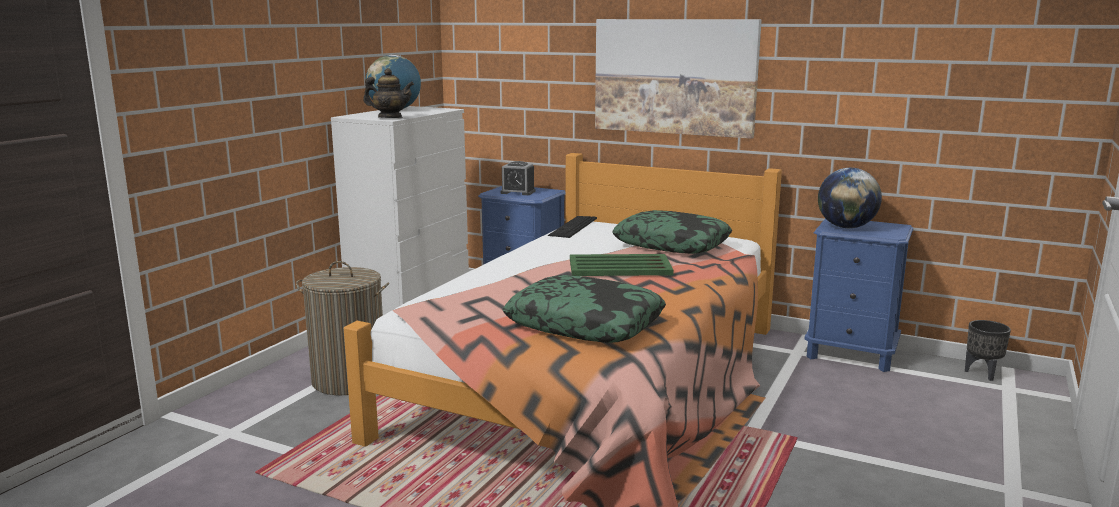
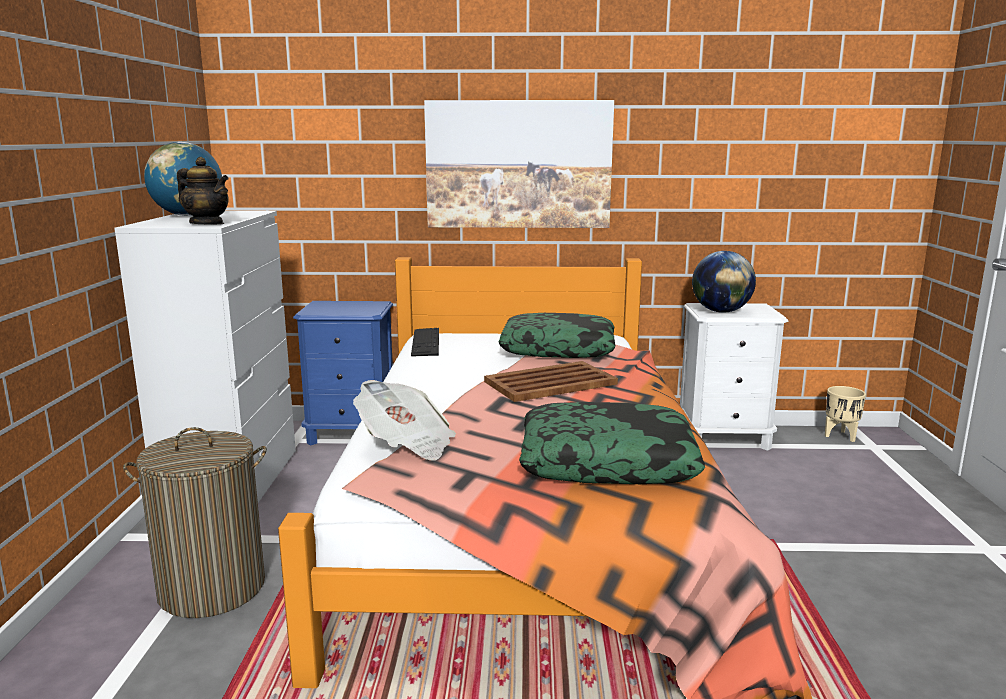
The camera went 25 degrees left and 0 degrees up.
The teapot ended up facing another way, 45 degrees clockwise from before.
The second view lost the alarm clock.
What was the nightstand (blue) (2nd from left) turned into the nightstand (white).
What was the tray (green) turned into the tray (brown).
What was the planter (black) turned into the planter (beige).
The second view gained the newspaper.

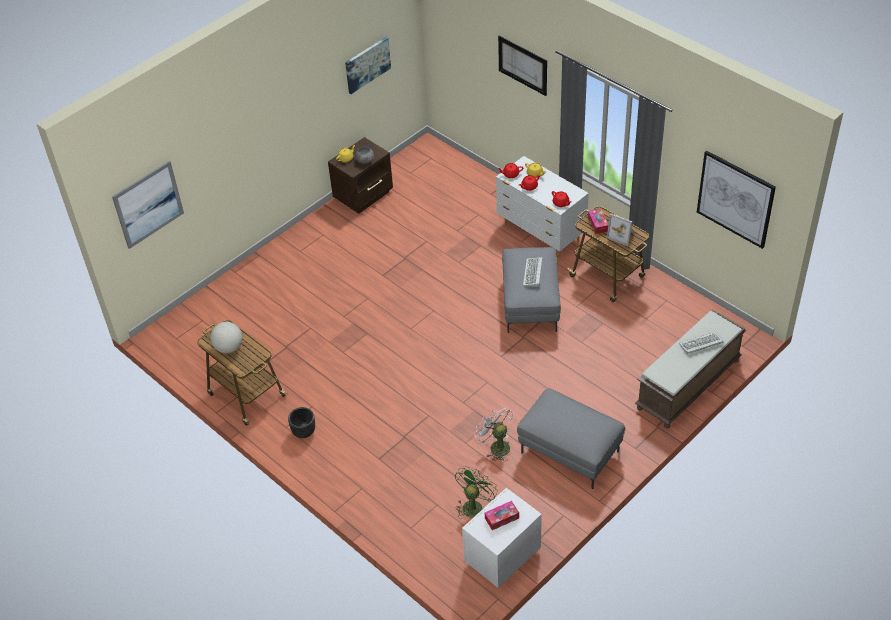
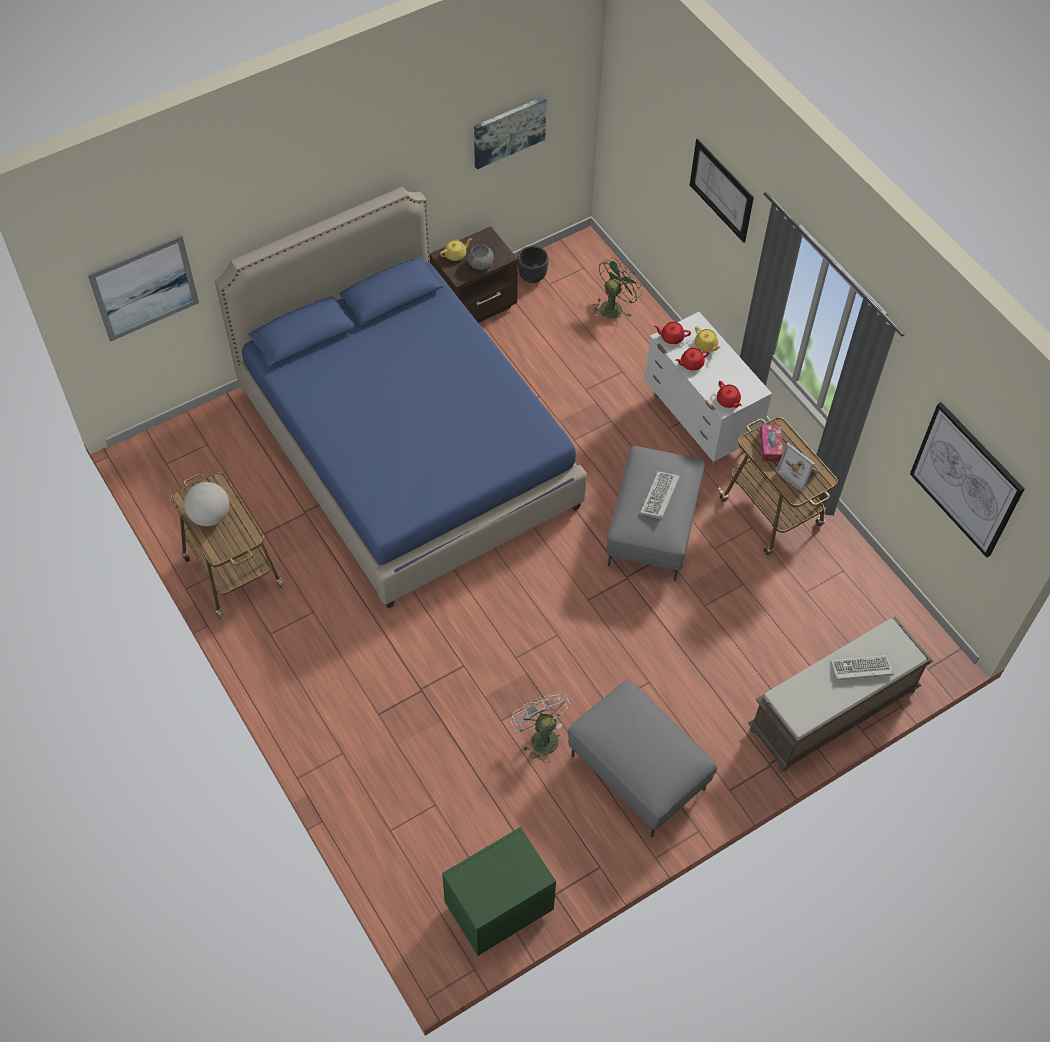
The camera went 10 degrees right and 10 degrees up.
The planter (black) ended up elsewhere.
The fan (green) ended up elsewhere.
What was the nightstand (white) turned into the nightstand (green).
The second view lost the tissue box (1st from left).
The second view gained the bed (blue).

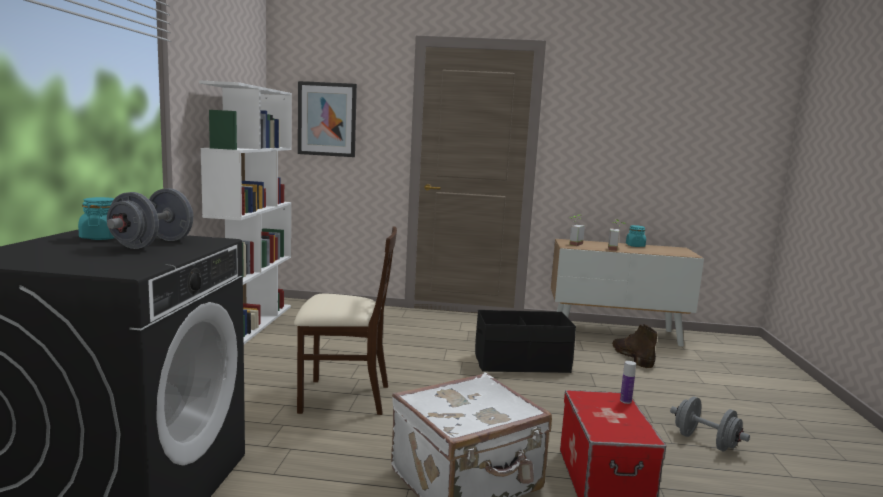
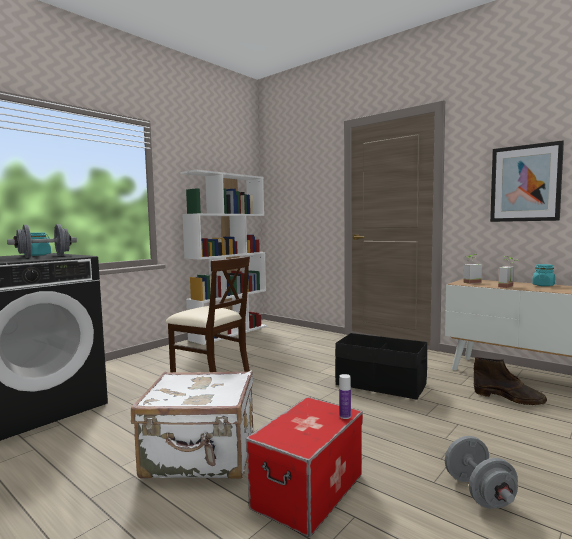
The camera went 35 degrees right and 5 degrees down.
The picture ended up elsewhere.
The boot (brown) ended up facing another way, 105 degrees clockwise from before.

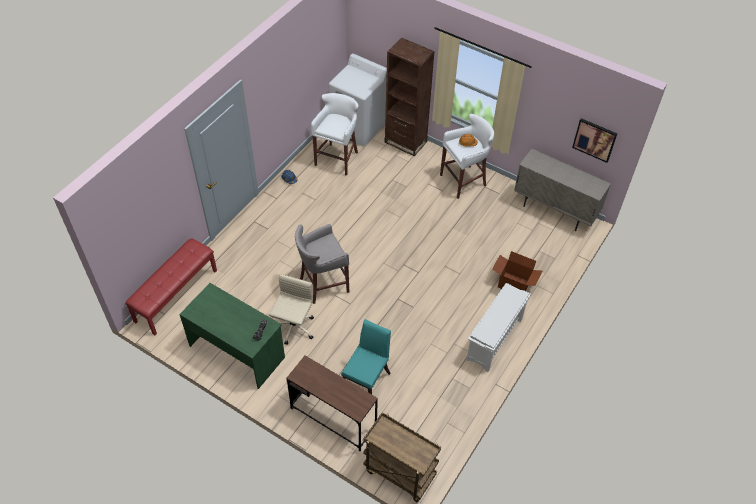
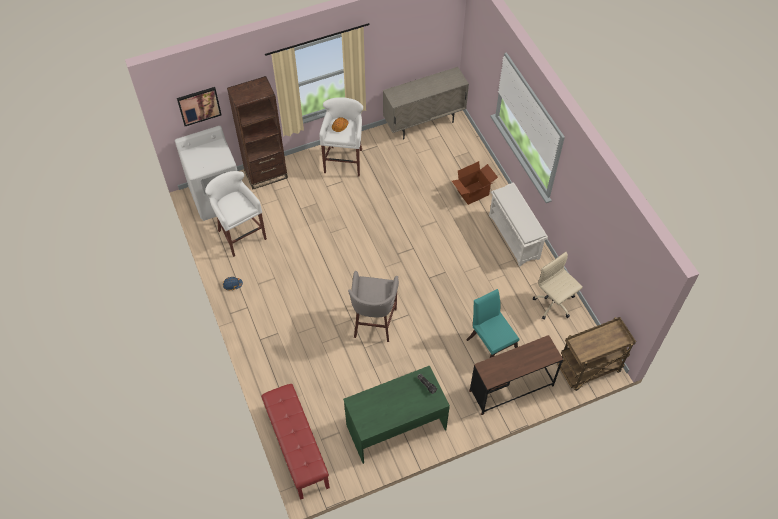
The camera went 55 degrees left and 5 degrees up.
The picture ended up elsewhere.
The office chair (beige) ended up elsewhere.

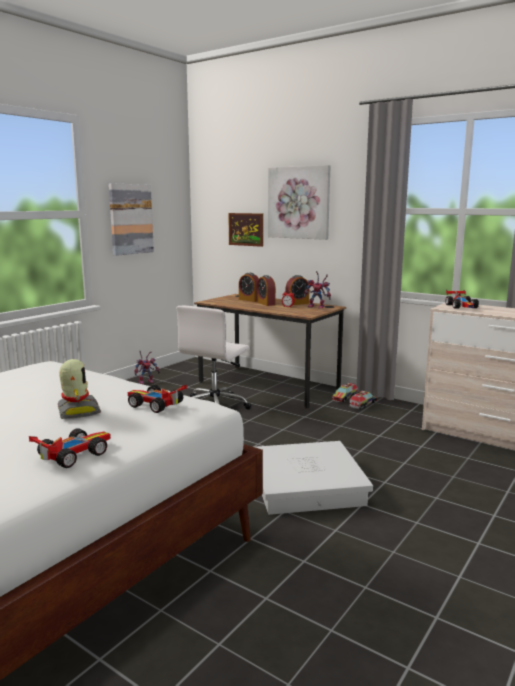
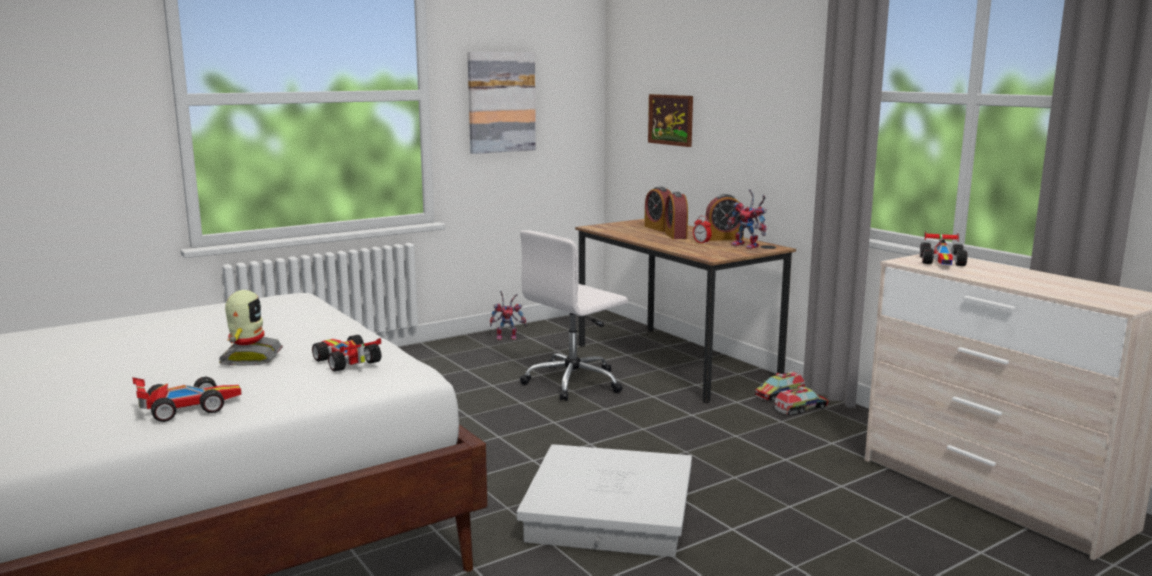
The camera went 20 degrees right and 0 degrees up.
The second view lost the picture (3rd from left).

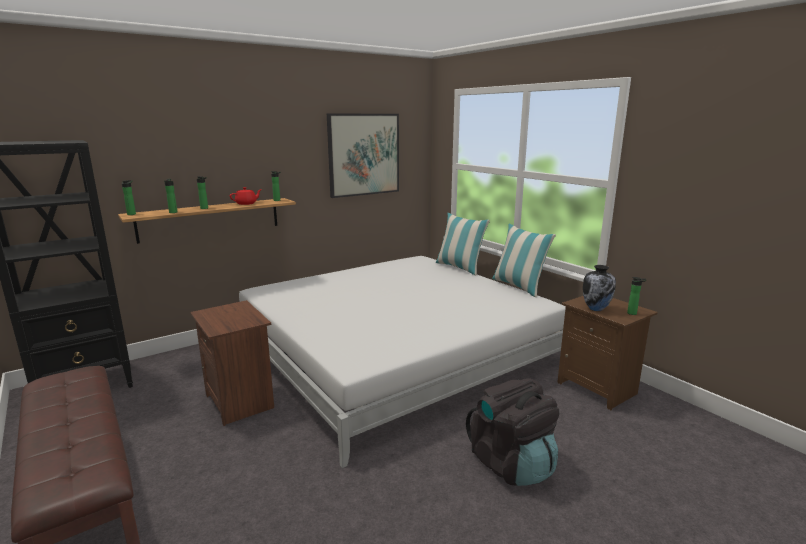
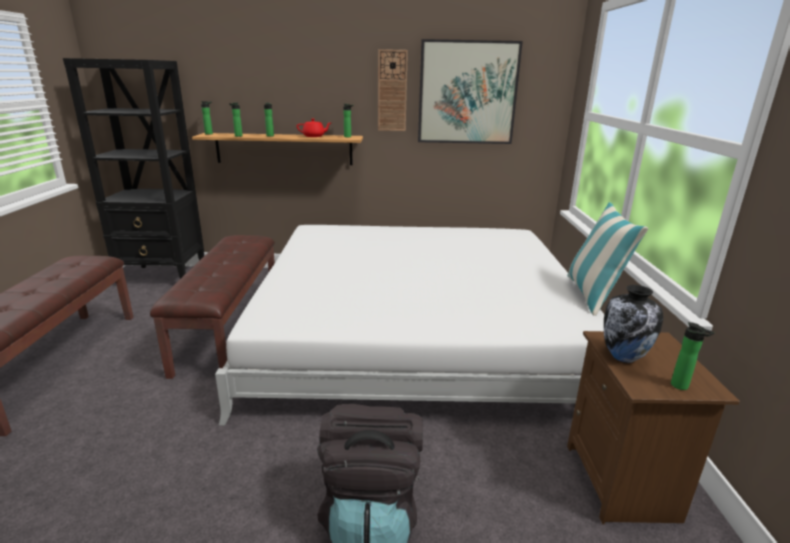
The camera went 35 degrees right and 5 degrees up.
The second view lost the pillow (1st from left).
Where the nightstand (brown) (1st from left) stood, the bench (brown) (2nd from left) came to stand.
The second view gained the wall clock.

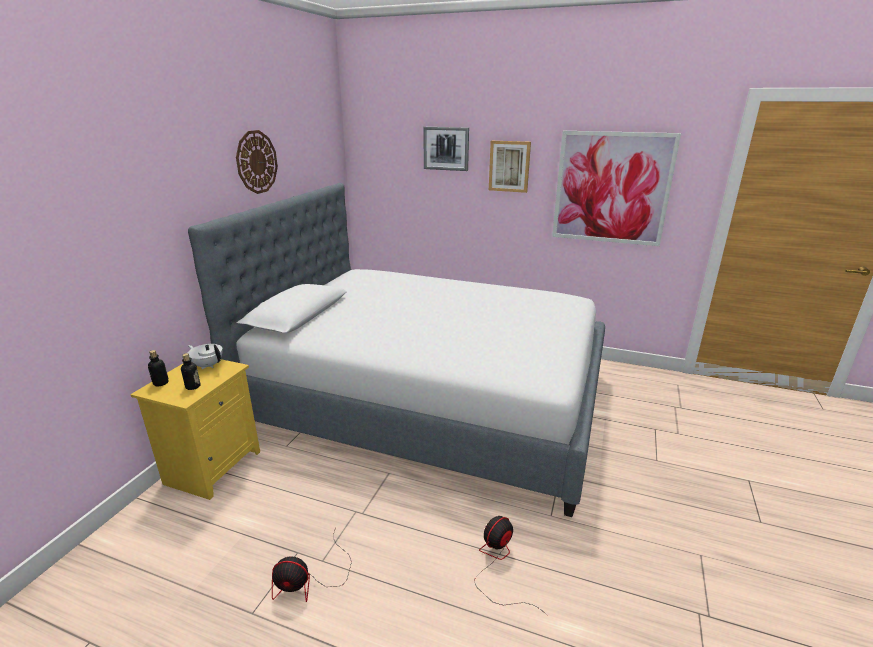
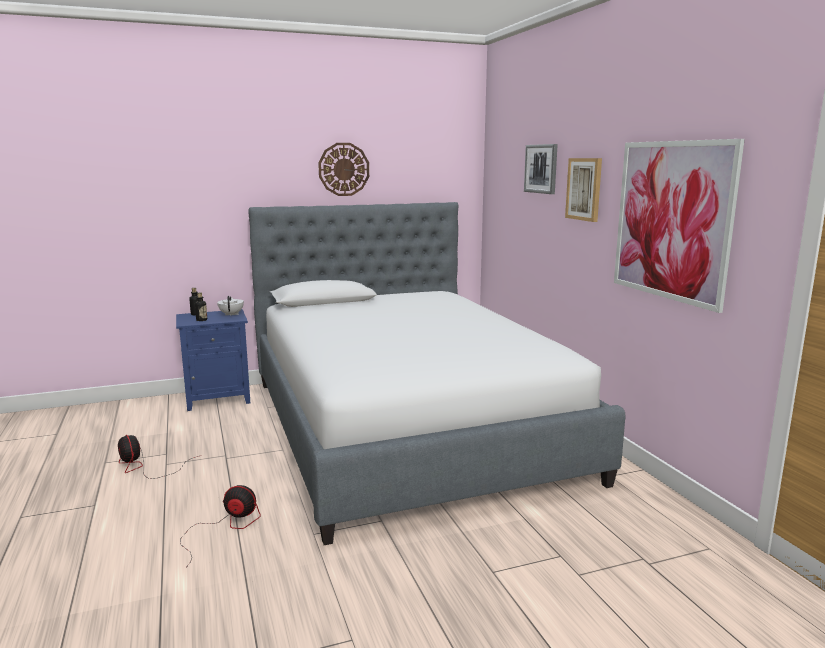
The camera went 50 degrees right and 10 degrees down.
What was the nightstand (yellow) turned into the nightstand (blue).

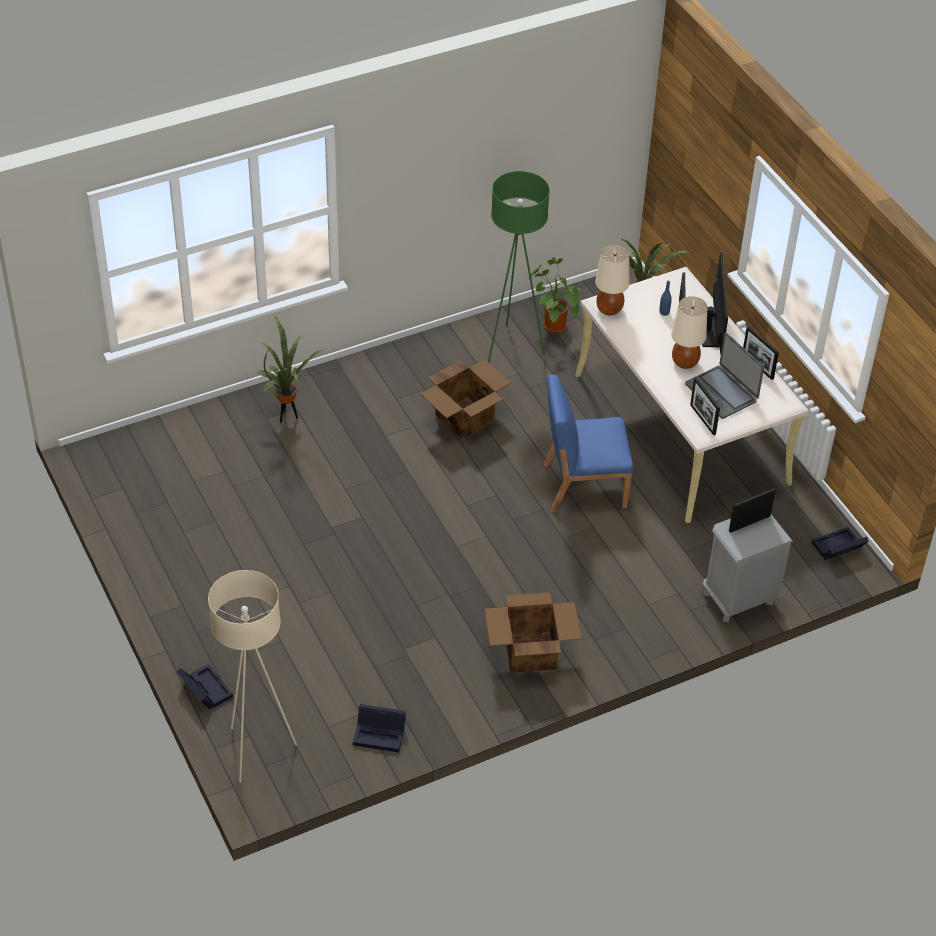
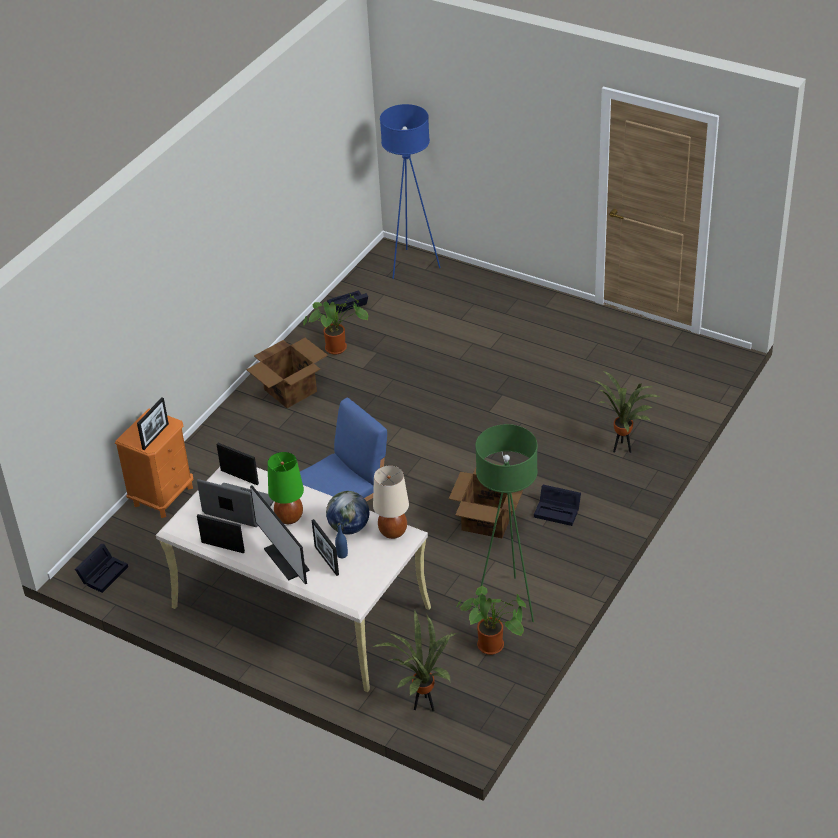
The camera went 150 degrees right and 5 degrees down.
What was the table lamp (beige) (2nd from left) turned into the table lamp (green).
What was the nightstand (grey) turned into the nightstand (orange).
What was the floor lamp (beige) turned into the floor lamp (blue).
The storage box (black) (1st from left in the first image) ended up elsewhere.
The second view gained the potted plant (1st from left).
The second view gained the globe.

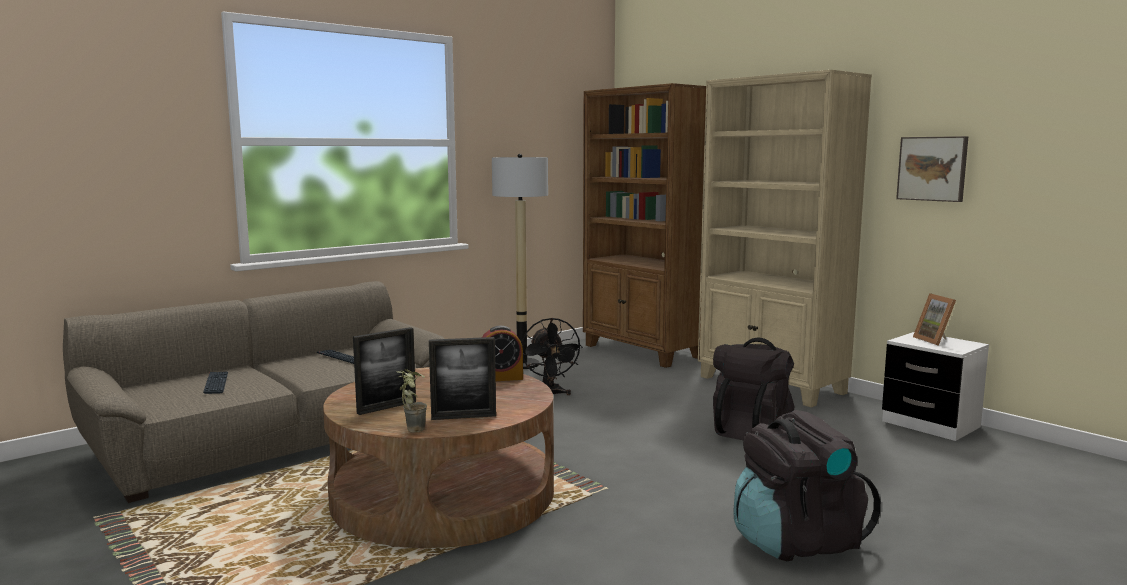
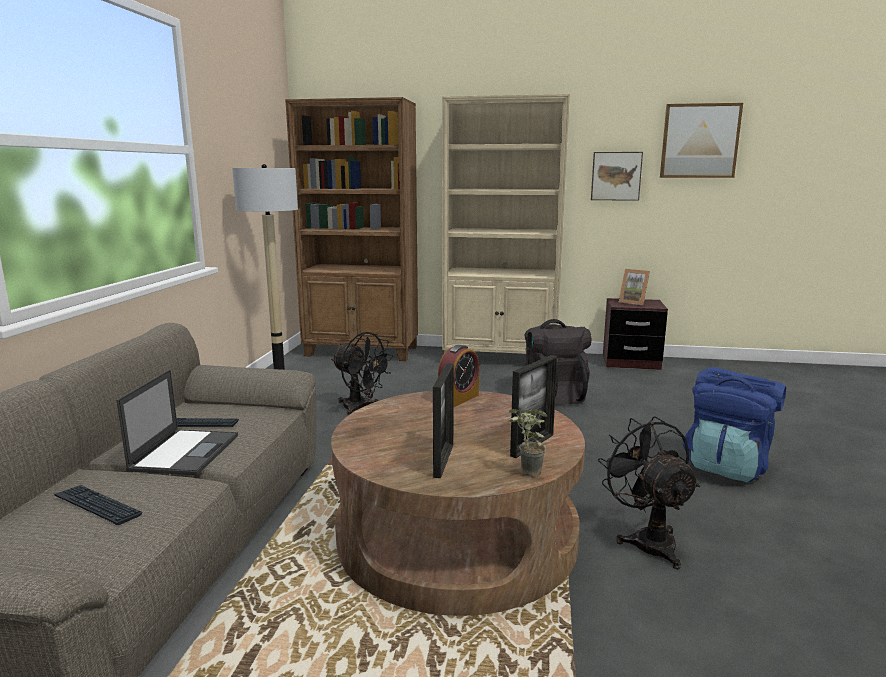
The camera went 40 degrees left and 5 degrees up.
What was the nightstand (white) turned into the nightstand (brown).
What was the backpack (black) (2nd from left) turned into the backpack (blue).
The second view gained the picture (2nd from left).
The second view gained the laptop.
The second view gained the fan (black) (2nd from left).

